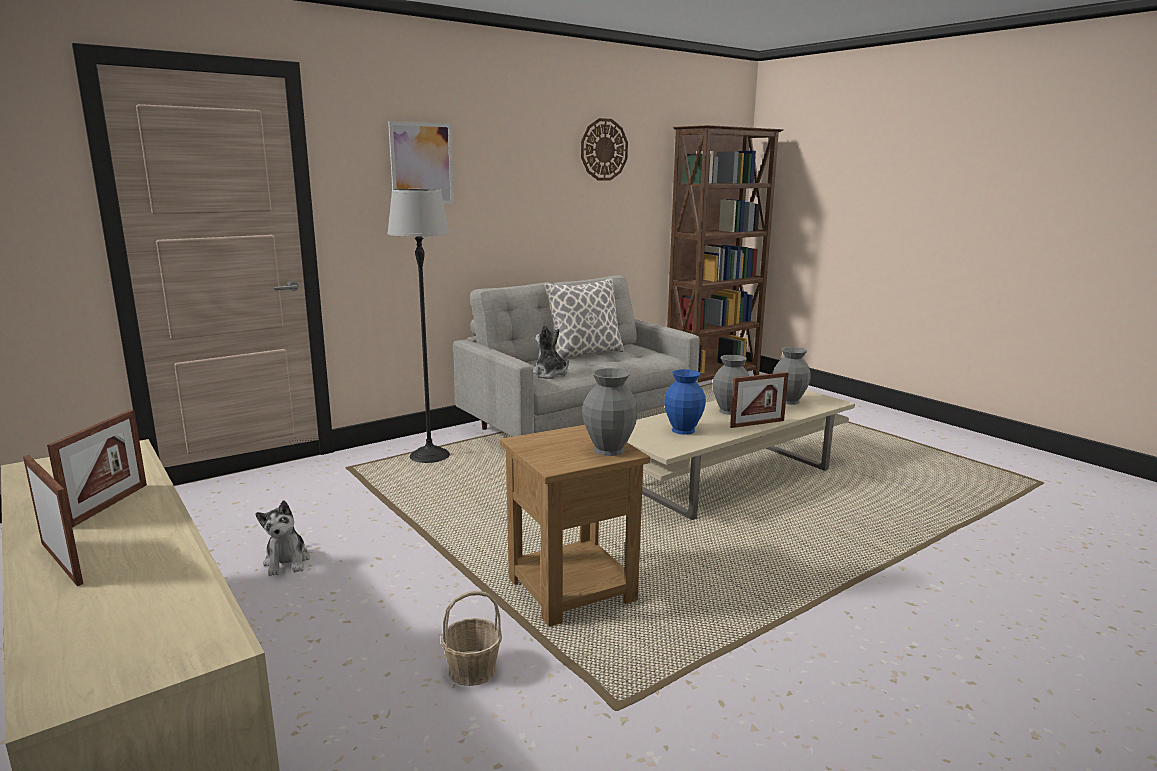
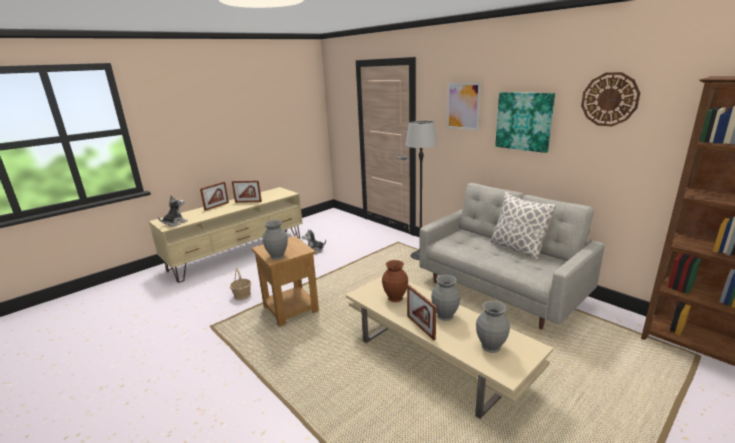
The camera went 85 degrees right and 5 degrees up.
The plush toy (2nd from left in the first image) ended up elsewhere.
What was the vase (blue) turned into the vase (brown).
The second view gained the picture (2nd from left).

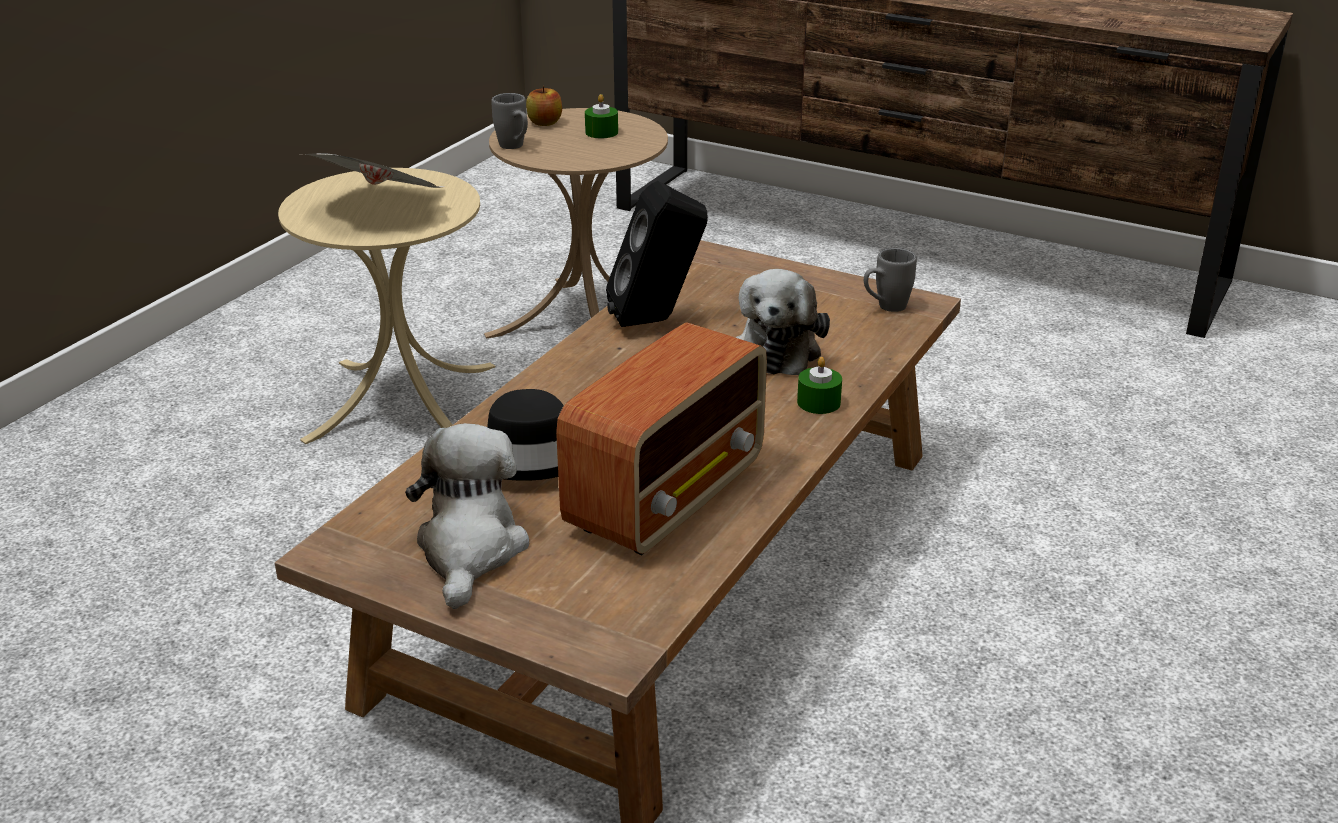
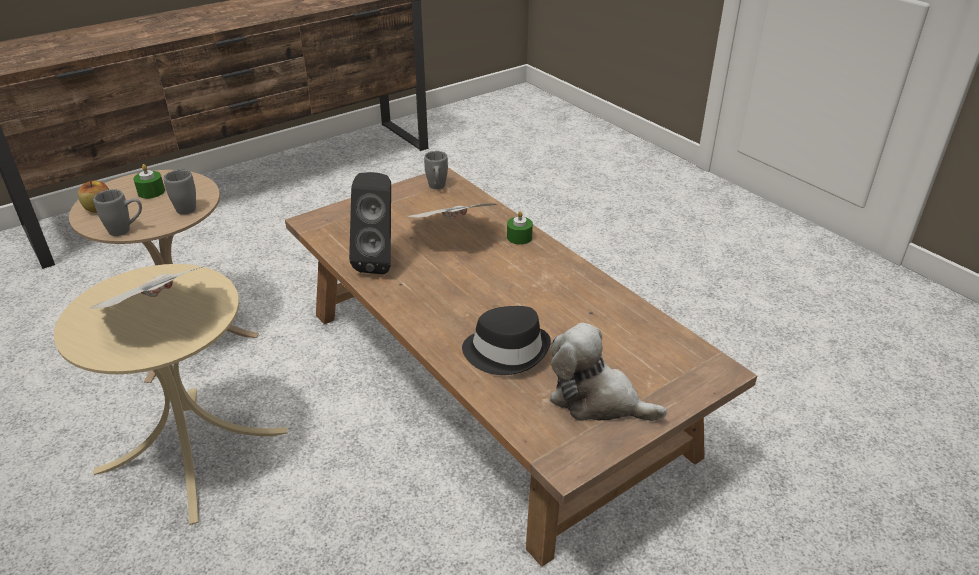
The camera went 65 degrees left and 5 degrees up.
Where the plush toy (2nd from left) stood, the newspaper (2nd from left) came to stand.
The second view lost the radio.
The second view gained the mug (grey) (2nd from left).

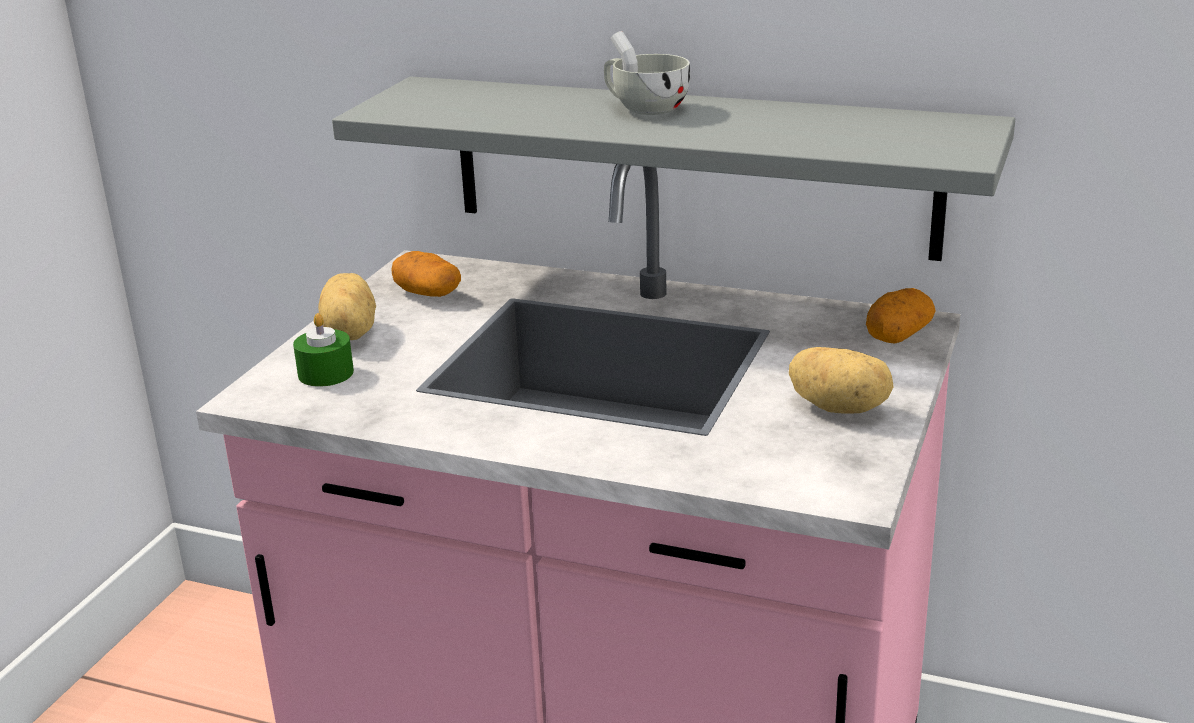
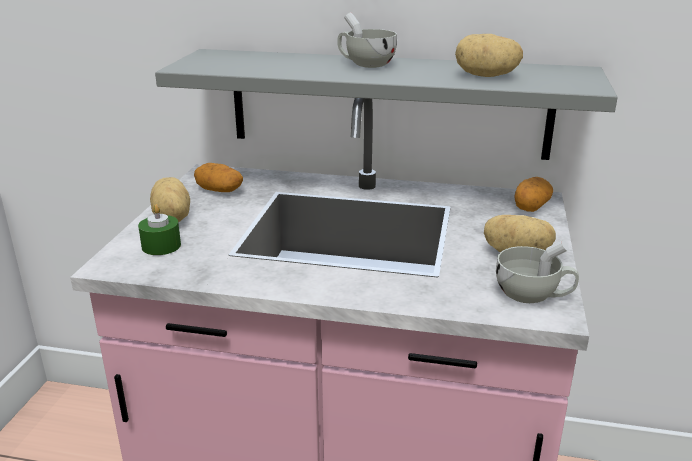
The camera went 10 degrees left and 0 degrees up.
The second view gained the potato (3rd from left).
The second view gained the cup (white) (2nd from left).

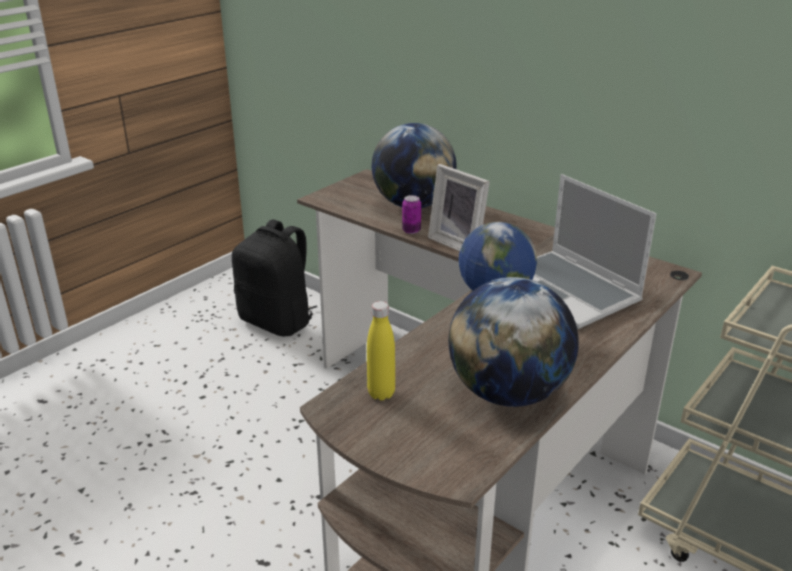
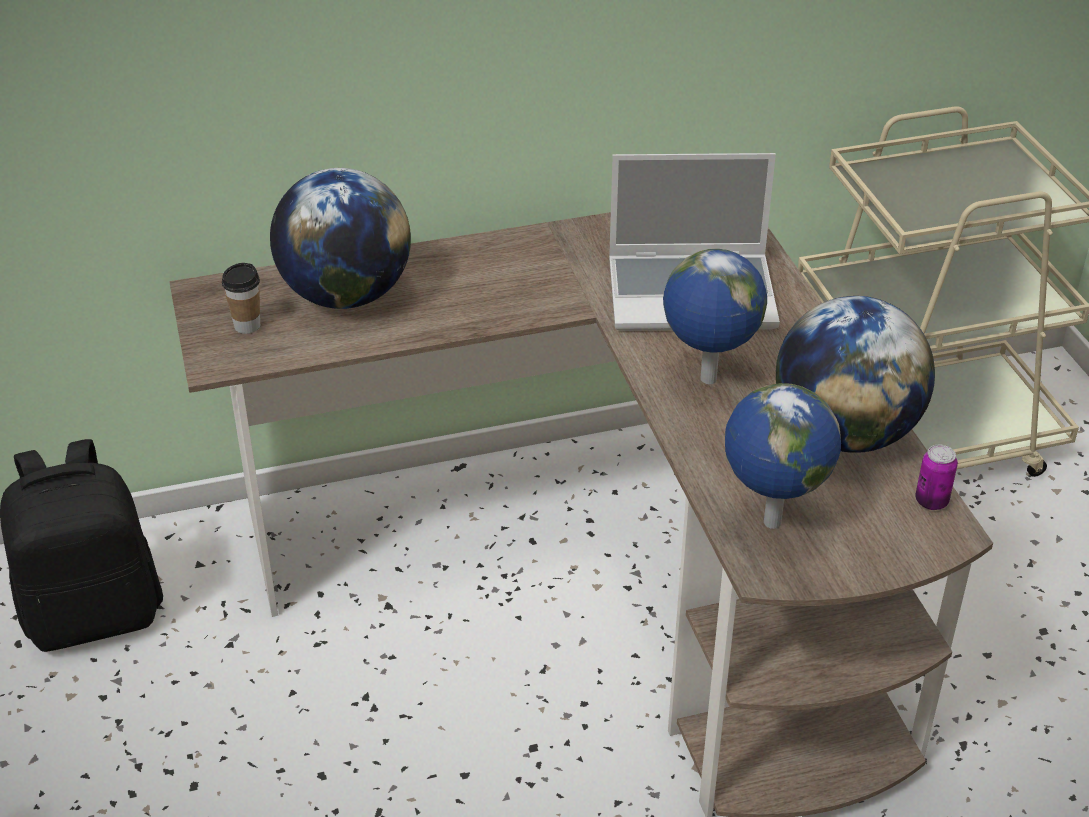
The camera went 55 degrees left and 10 degrees up.
The second view lost the picture frame.
The can ended up elsewhere.
Where the bottle (yellow) stood, the globe (3rd from left) came to stand.
The second view gained the cup.

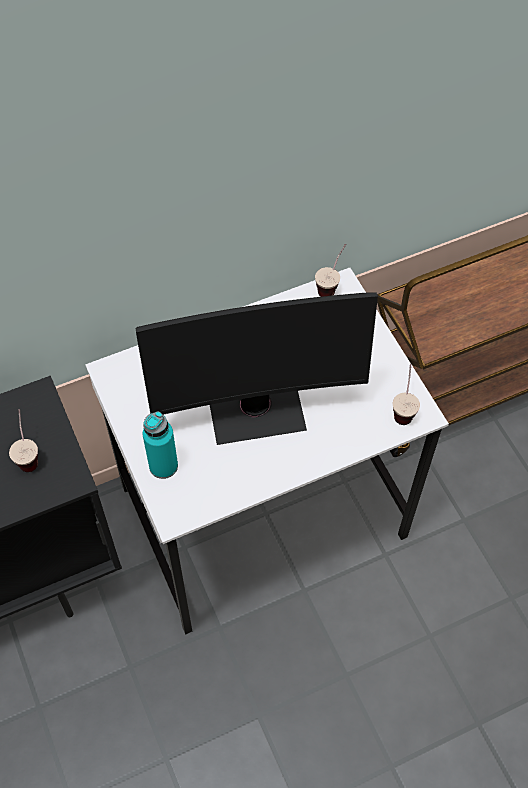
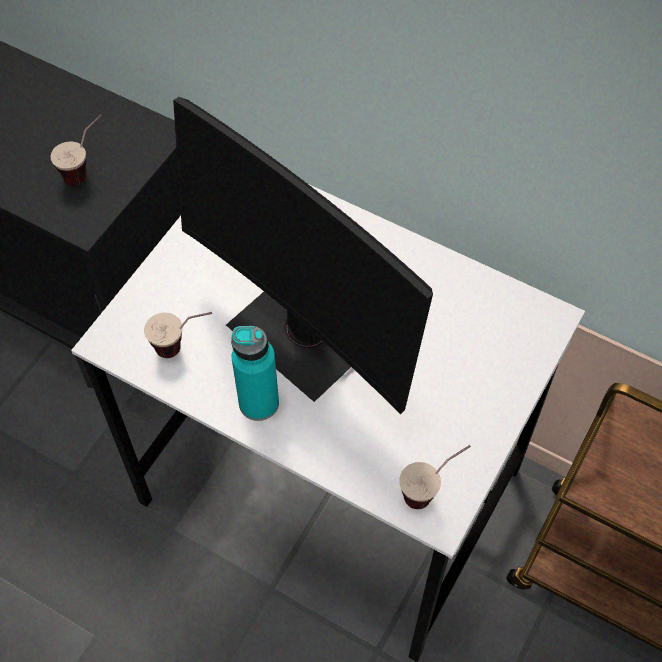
The camera went 55 degrees right and 0 degrees up.
The cup (2nd from left) ended up elsewhere.
The bottle (turquoise) ended up elsewhere.

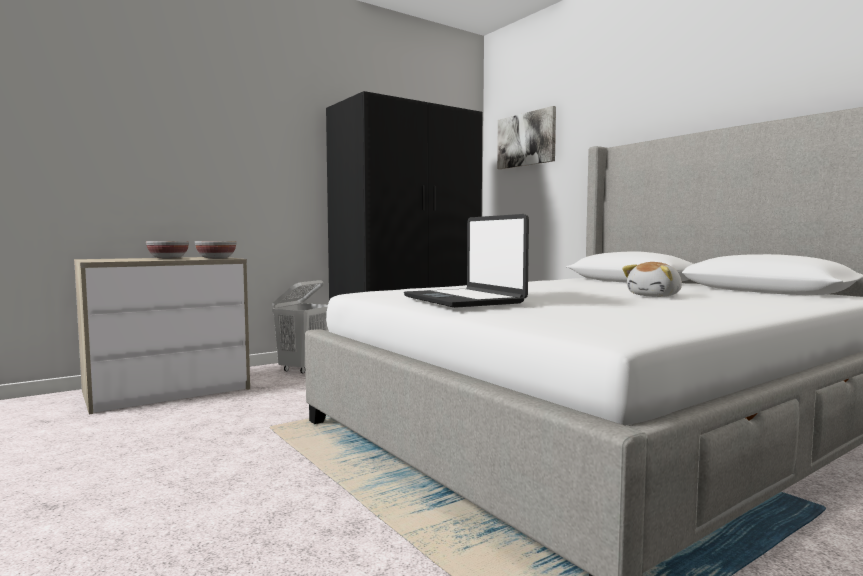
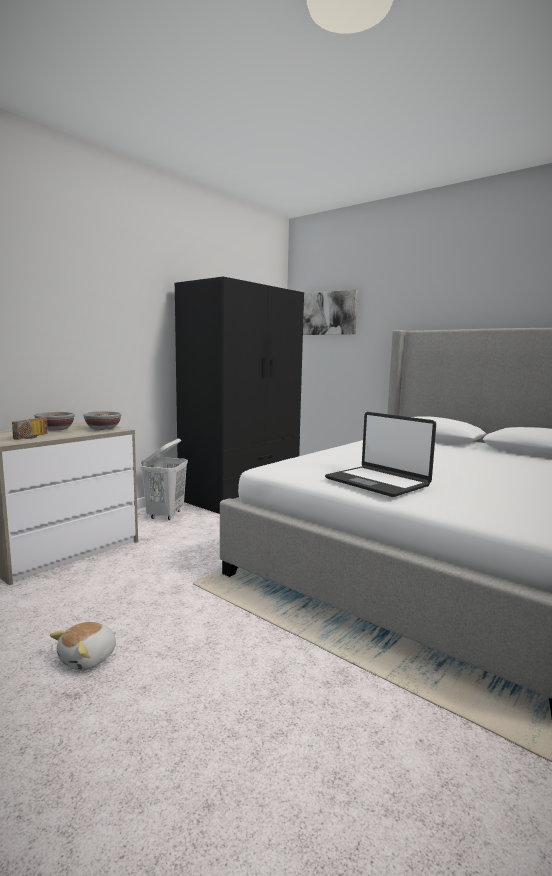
The camera went 15 degrees left and 5 degrees up.
The plush toy ended up elsewhere.
The second view gained the radio.

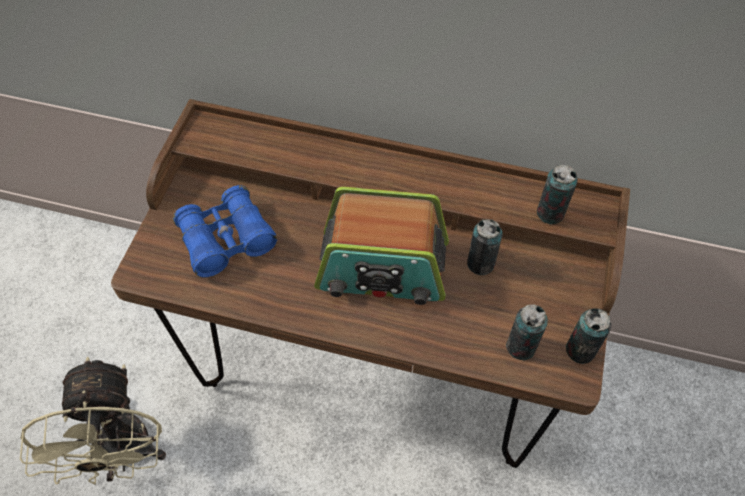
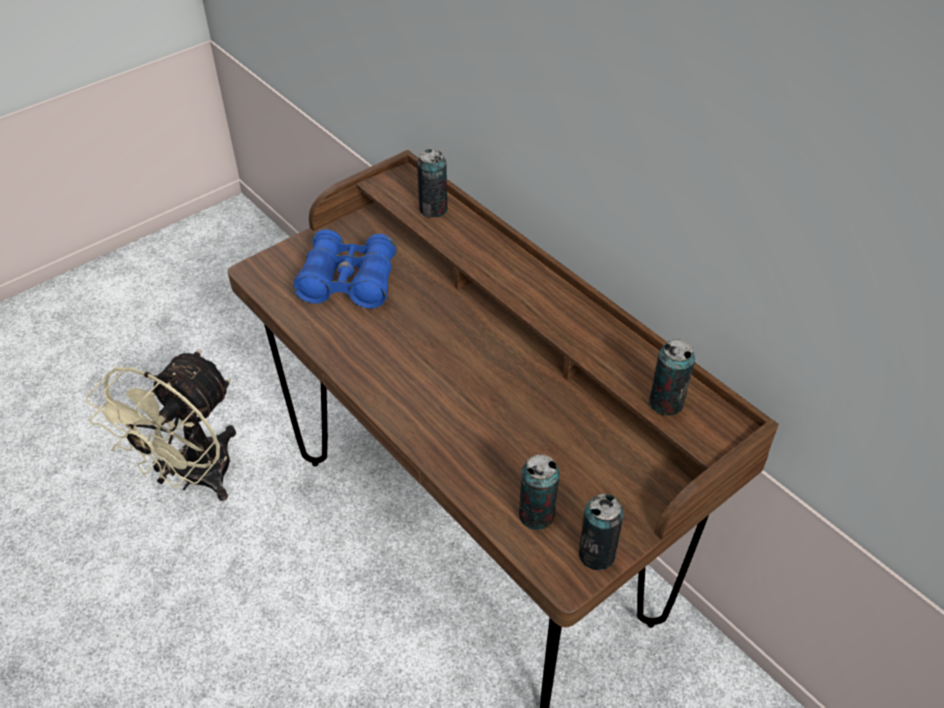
The camera went 35 degrees right and 10 degrees down.
The second view lost the radio.
The can (1st from left) ended up elsewhere.

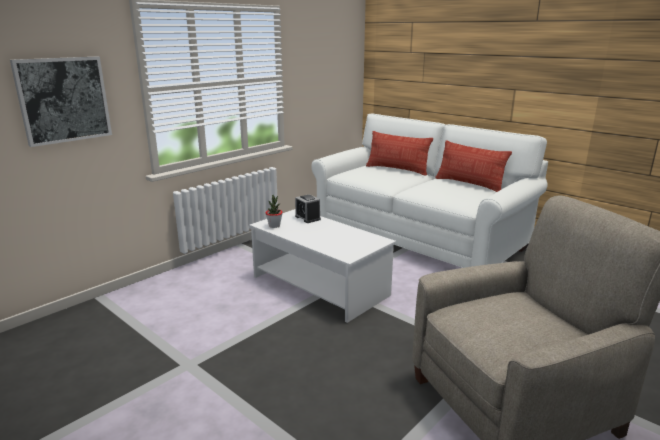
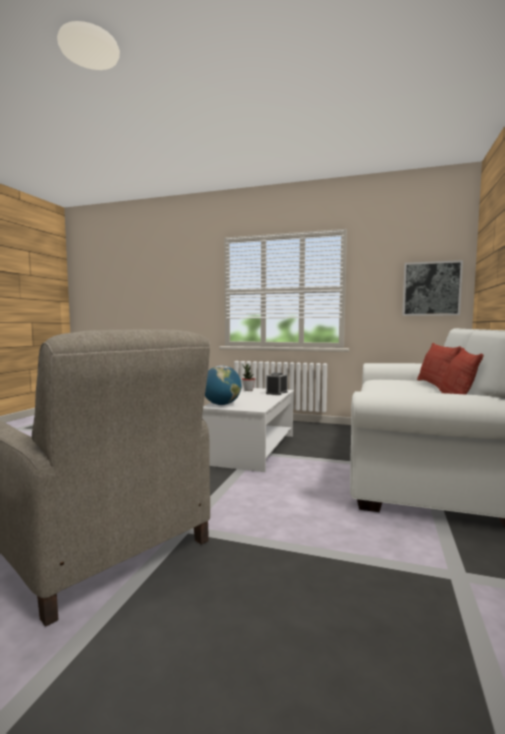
The camera went 65 degrees right and 15 degrees down.
The picture ended up elsewhere.
The second view gained the globe.

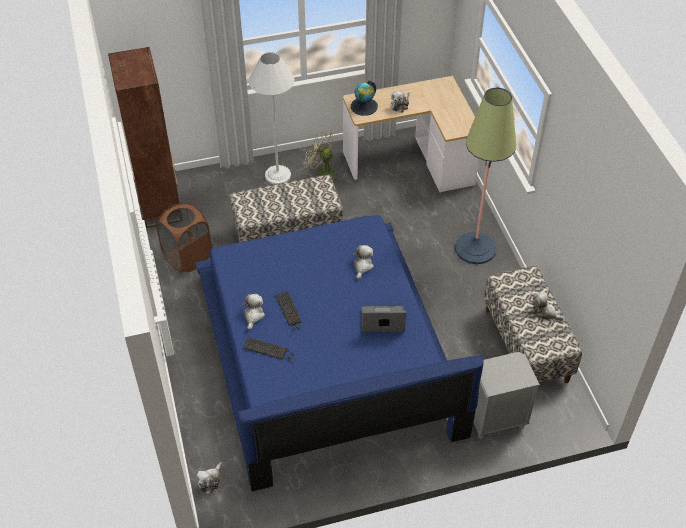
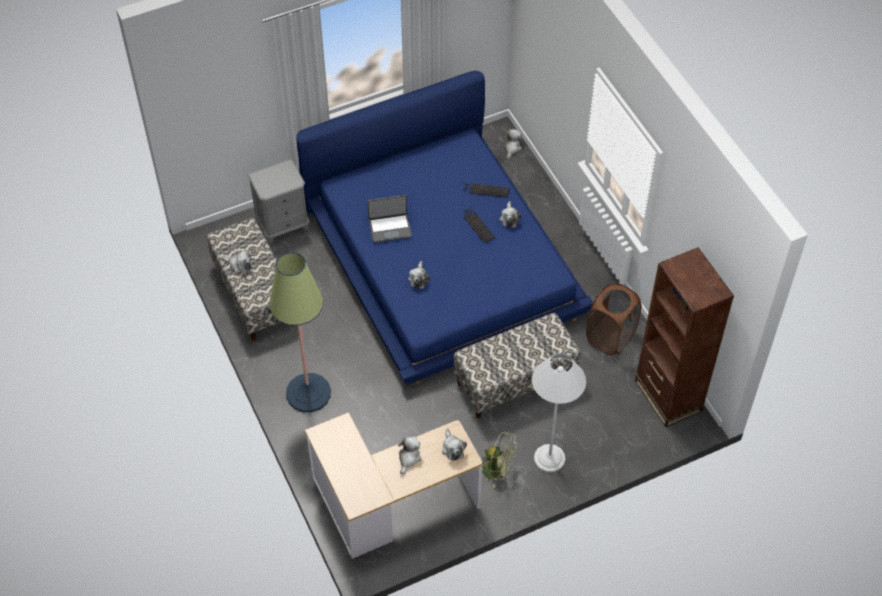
The camera went 170 degrees right and 5 degrees up.
Where the globe stood, the plush toy (4th from left) came to stand.

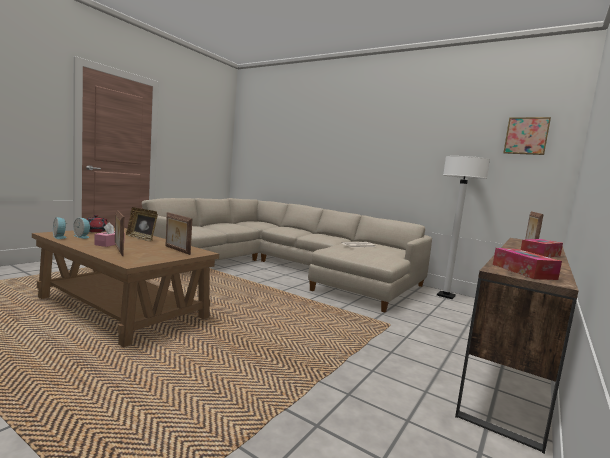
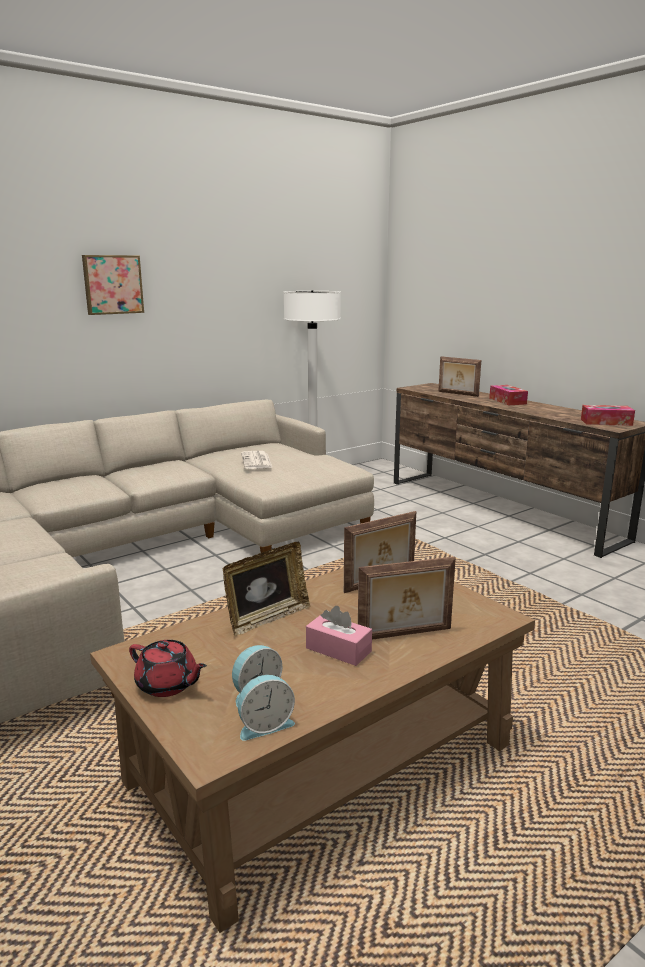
The camera went 70 degrees left and 10 degrees up.
The picture ended up elsewhere.

